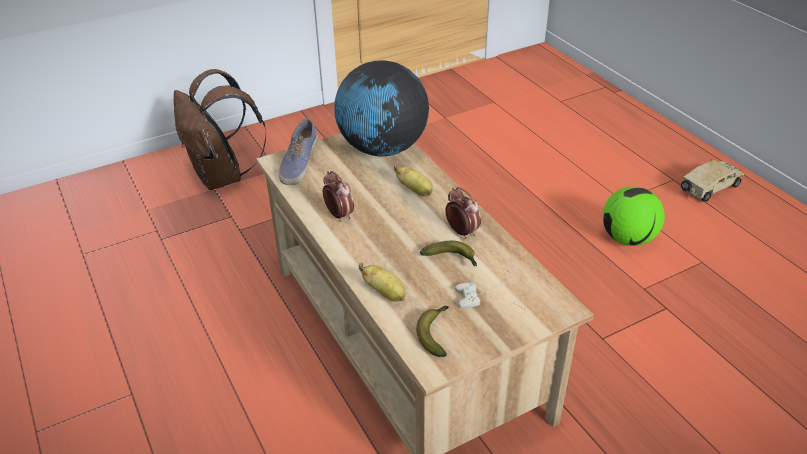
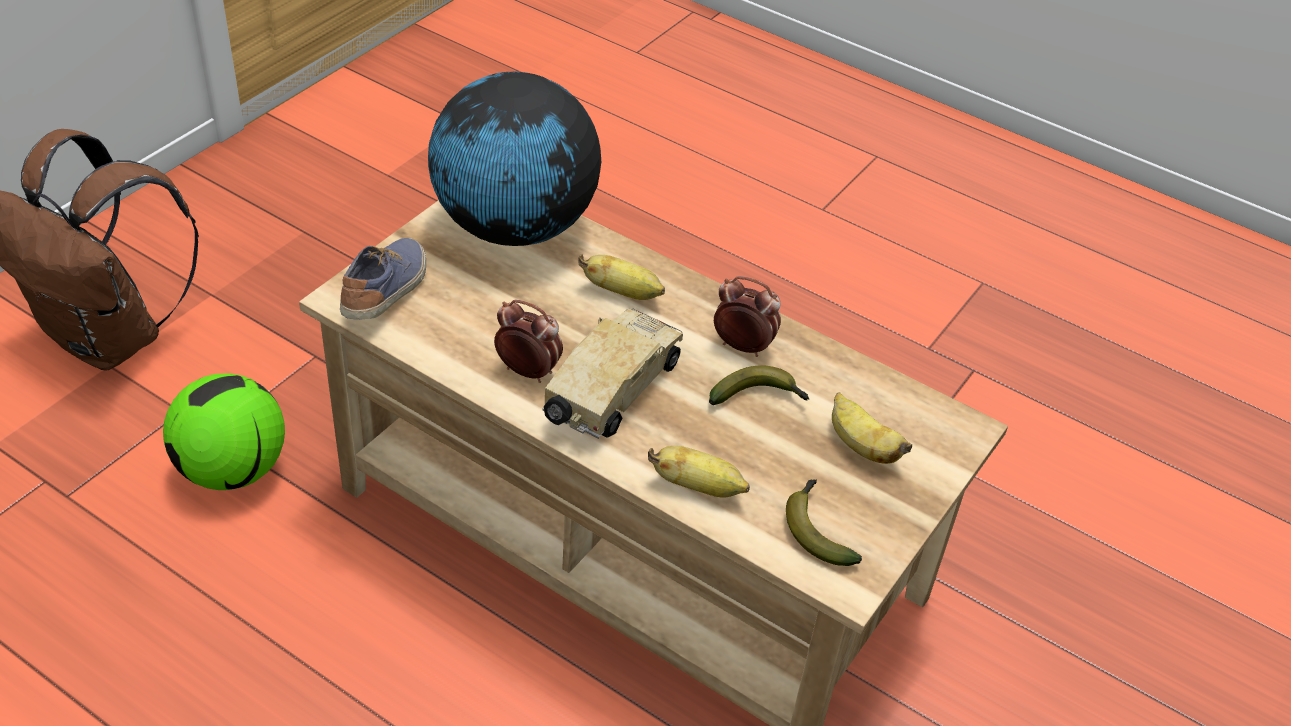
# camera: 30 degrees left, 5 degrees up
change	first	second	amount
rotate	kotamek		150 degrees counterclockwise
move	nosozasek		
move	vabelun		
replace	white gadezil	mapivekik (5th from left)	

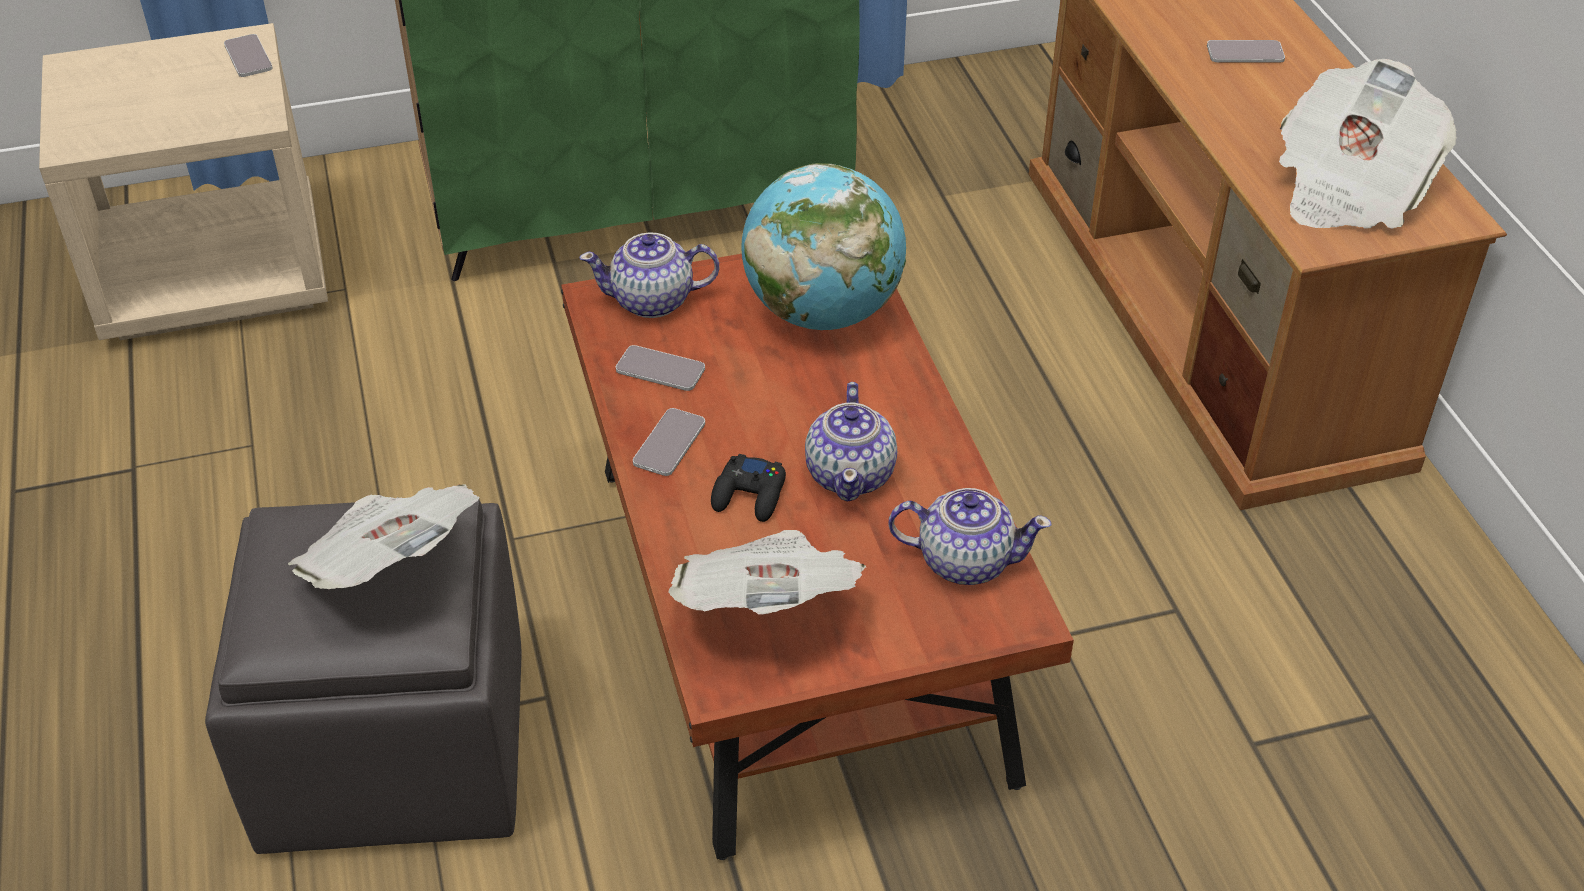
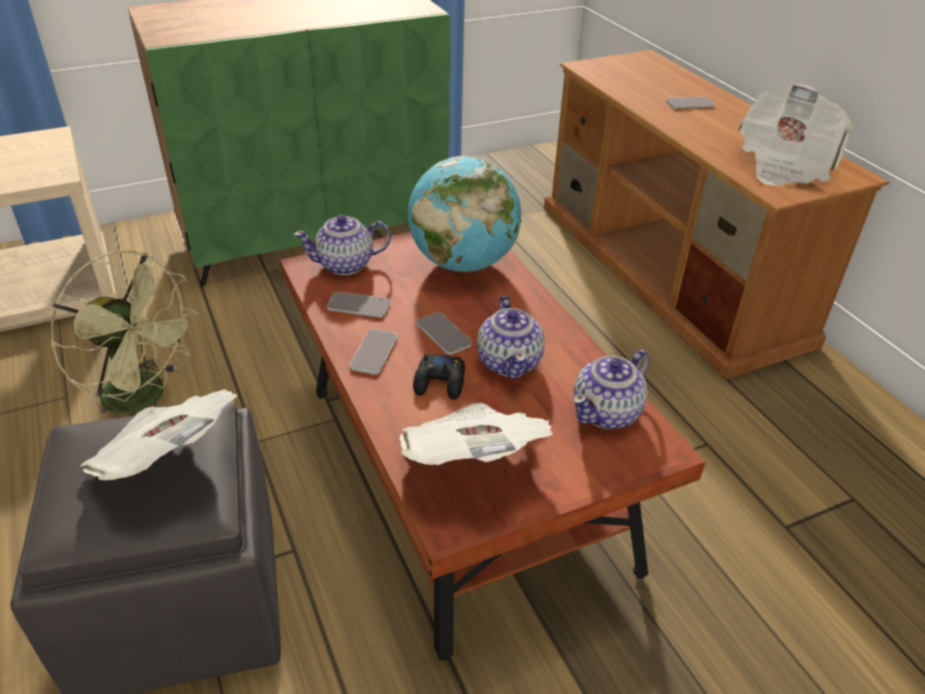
# camera: 10 degrees left, 5 degrees down
change	first	second	amount
move	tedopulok (1st from left in the first image)	tedopulok (3rd from left)	
rotate	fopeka (3rd from left)		135 degrees clockwise
insert		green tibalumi	

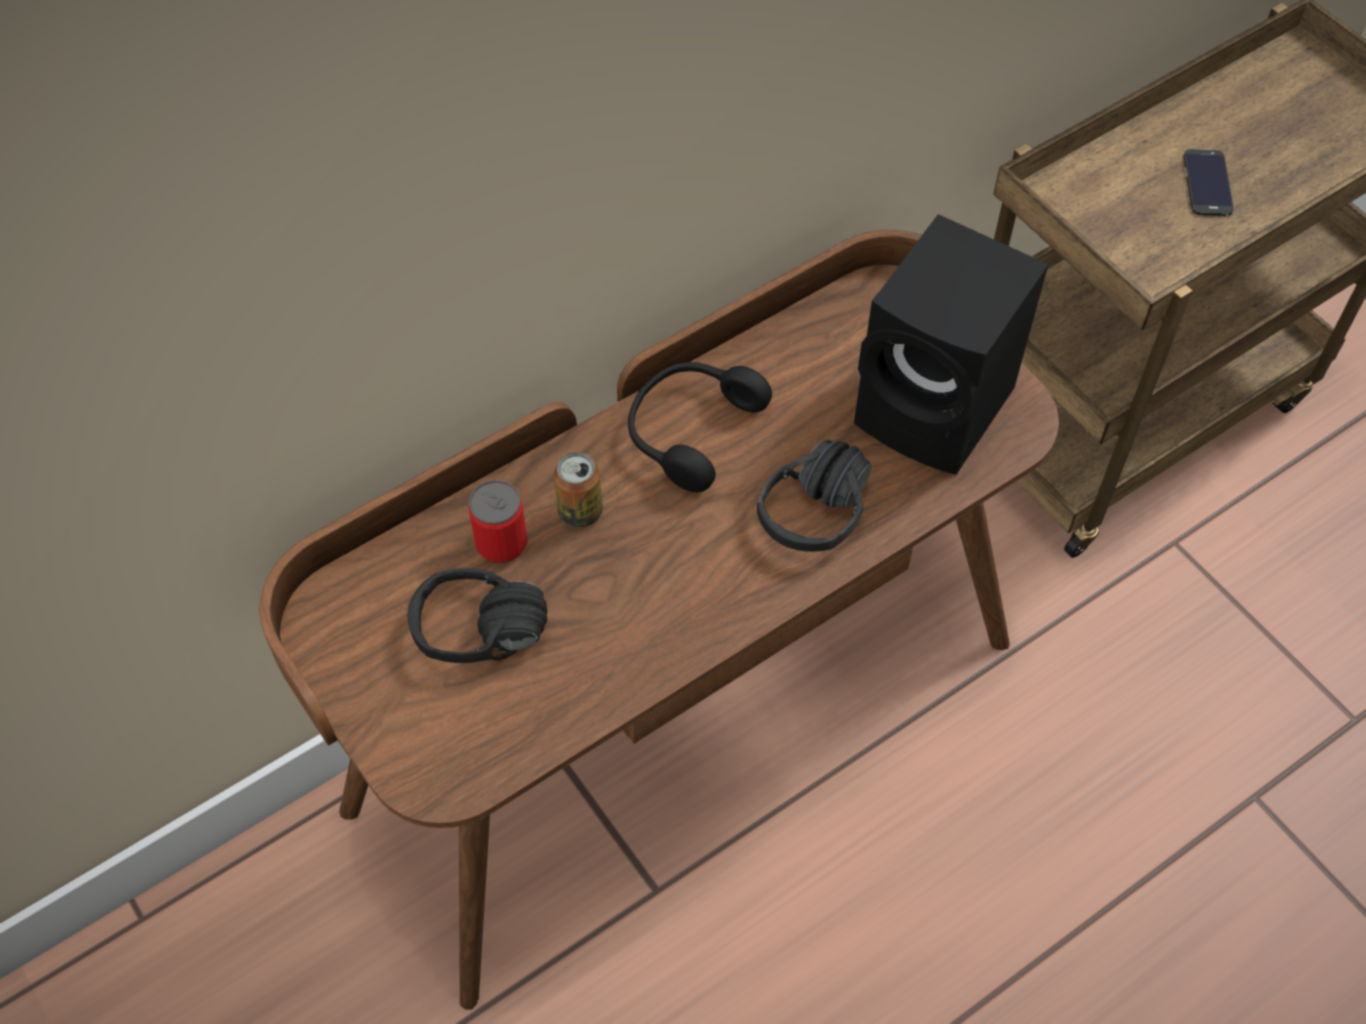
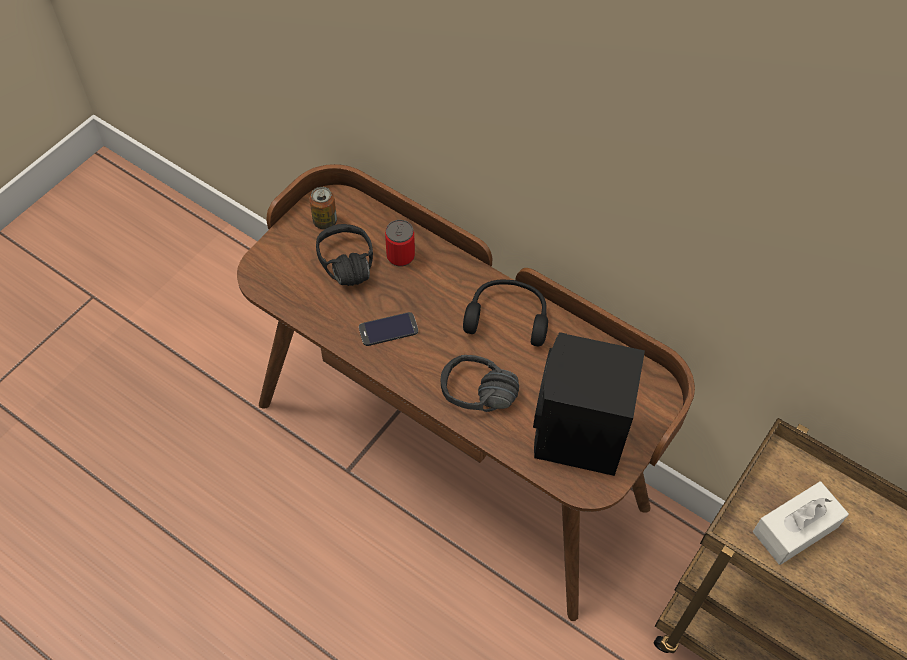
# camera: 70 degrees right, 0 degrees up
change	first	second	amount
move	tedopulok		
move	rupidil (2nd from left in the first image)	rupidil (1st from left)	
insert		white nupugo	

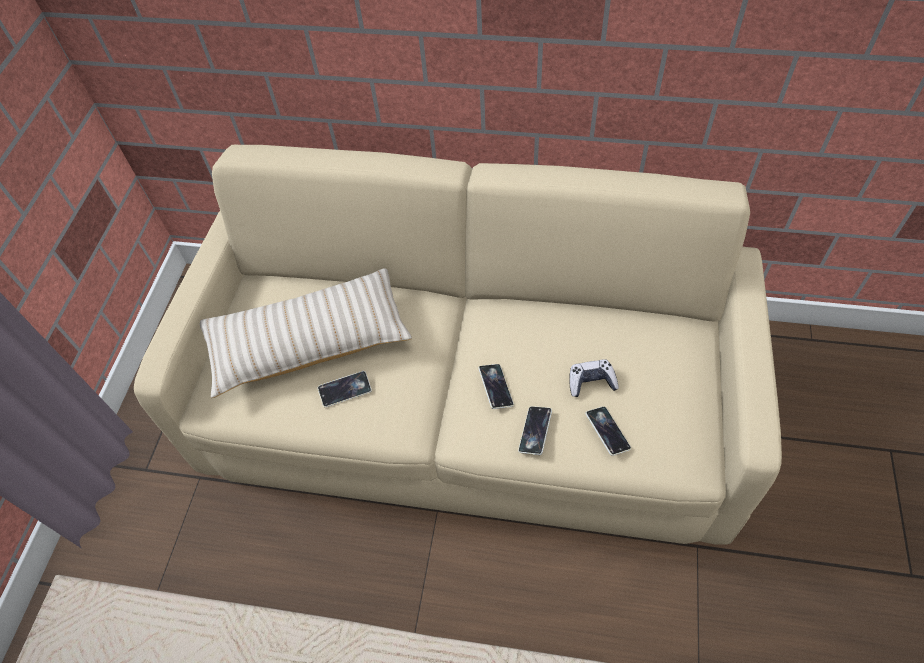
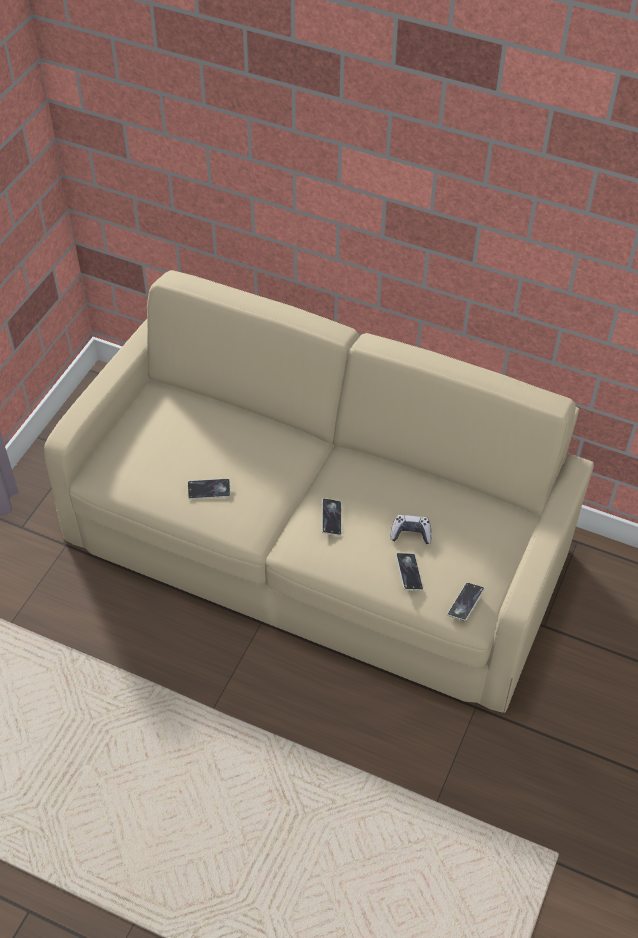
# camera: 10 degrees right, 5 degrees down
change	first	second	amount
delete	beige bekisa		
move	tedopulok (3rd from left in the first image)	tedopulok (4th from left)	

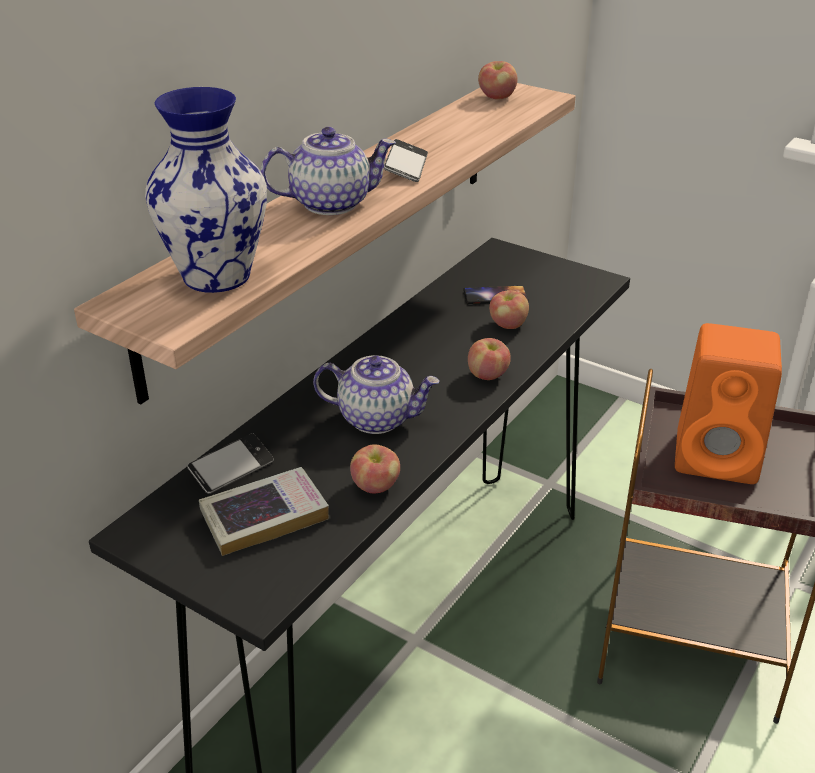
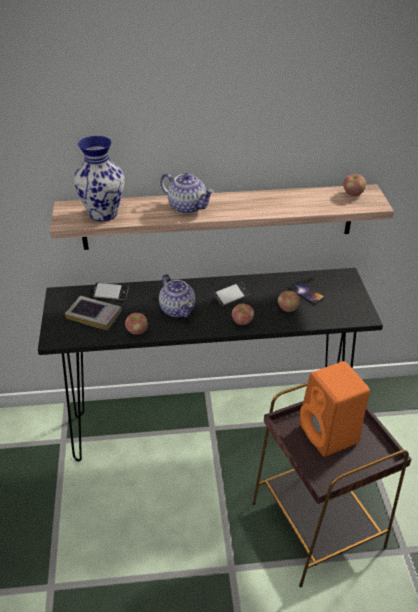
# camera: 50 degrees right, 5 degrees up
change	first	second	amount
move	tedopulok (2nd from left)		

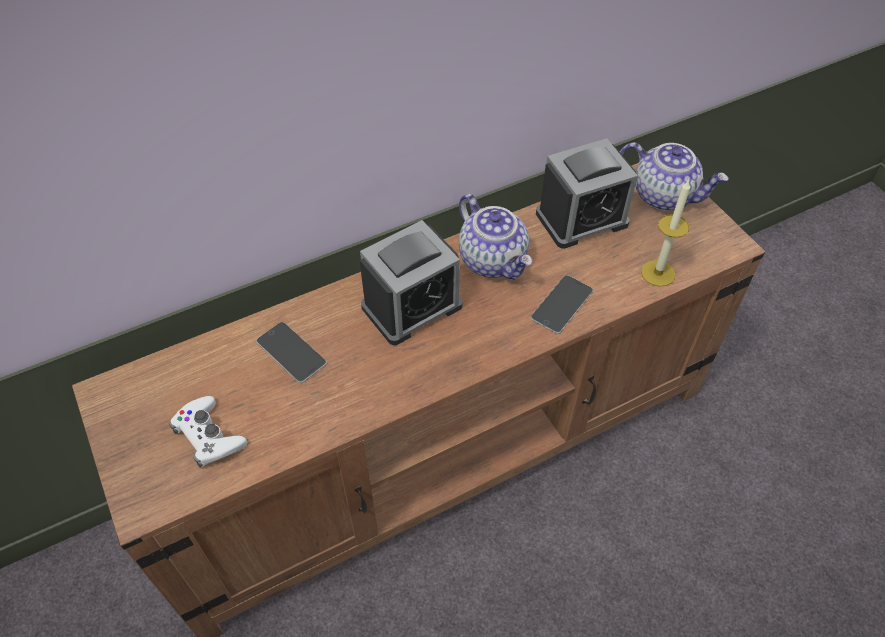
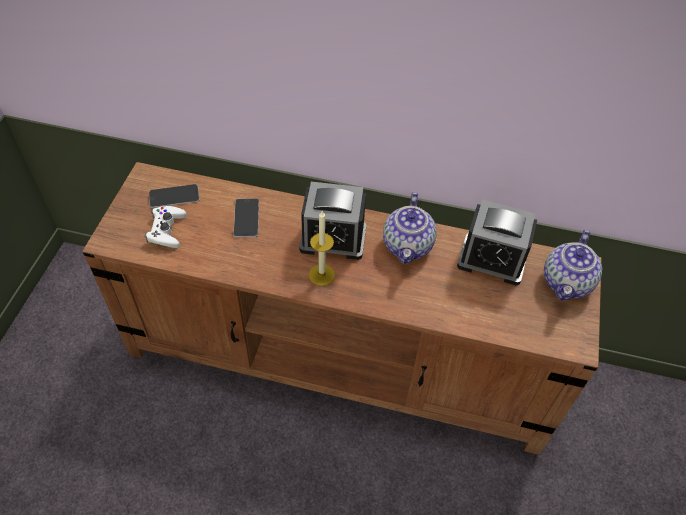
# camera: 40 degrees right, 0 degrees up
change	first	second	amount
rotate	fopeka (2nd from left)		45 degrees clockwise
move	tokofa		
move	tedopulok (2nd from left in the first image)	tedopulok (1st from left)	

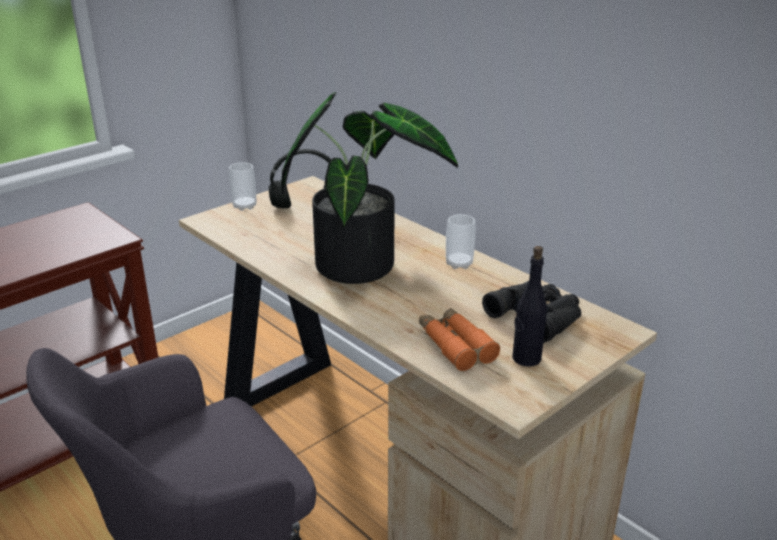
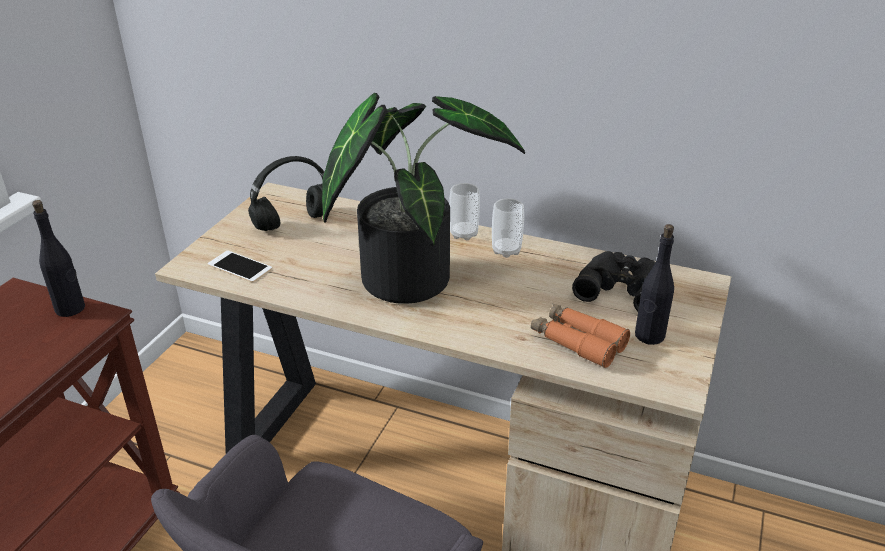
# camera: 25 degrees left, 5 degrees up
change	first	second	amount
move	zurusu (1st from left)		
insert		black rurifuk (1st from left)	
insert		tedopulok	

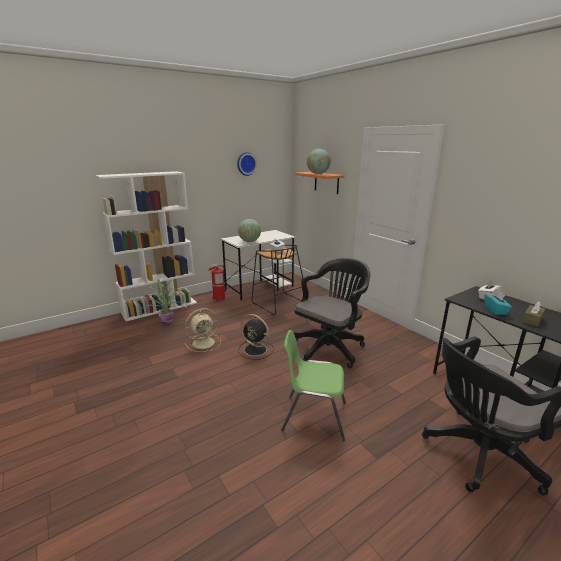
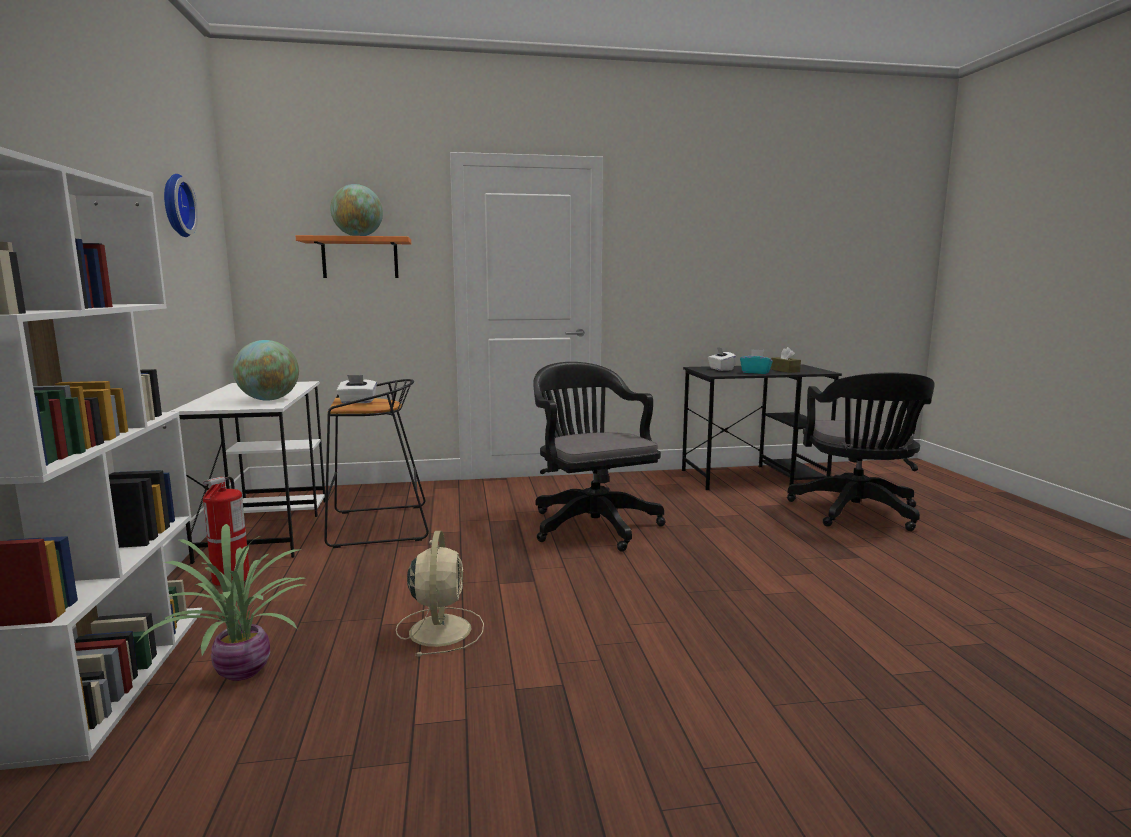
# camera: 65 degrees left, 10 degrees down
change	first	second	amount
delete	black tibalumi		
delete	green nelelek		

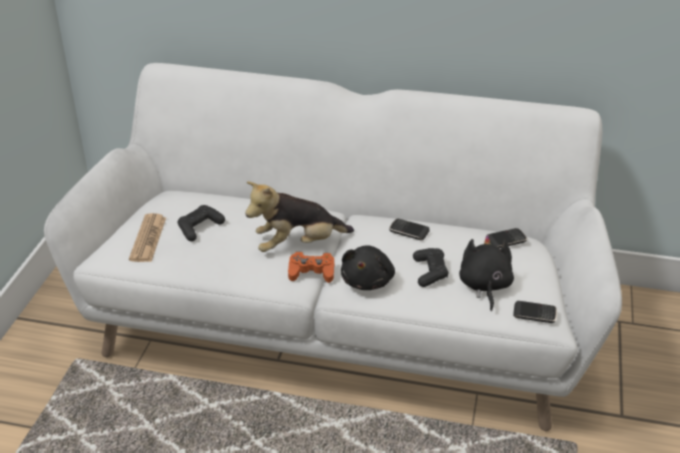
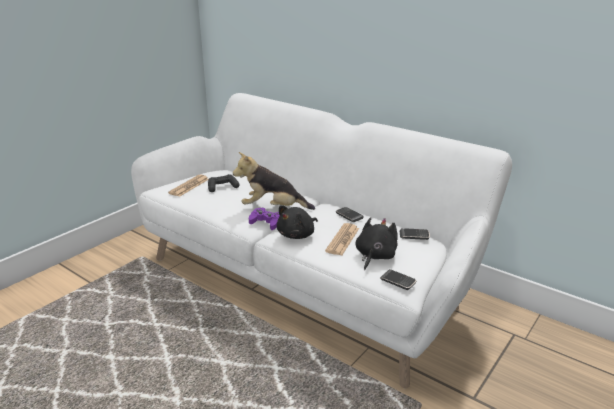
# camera: 25 degrees right, 10 degrees down
change	first	second	amount
replace	black gadezil (2nd from left)	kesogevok (2nd from left)	
recolor	orange gadezil	purple gadezil	

